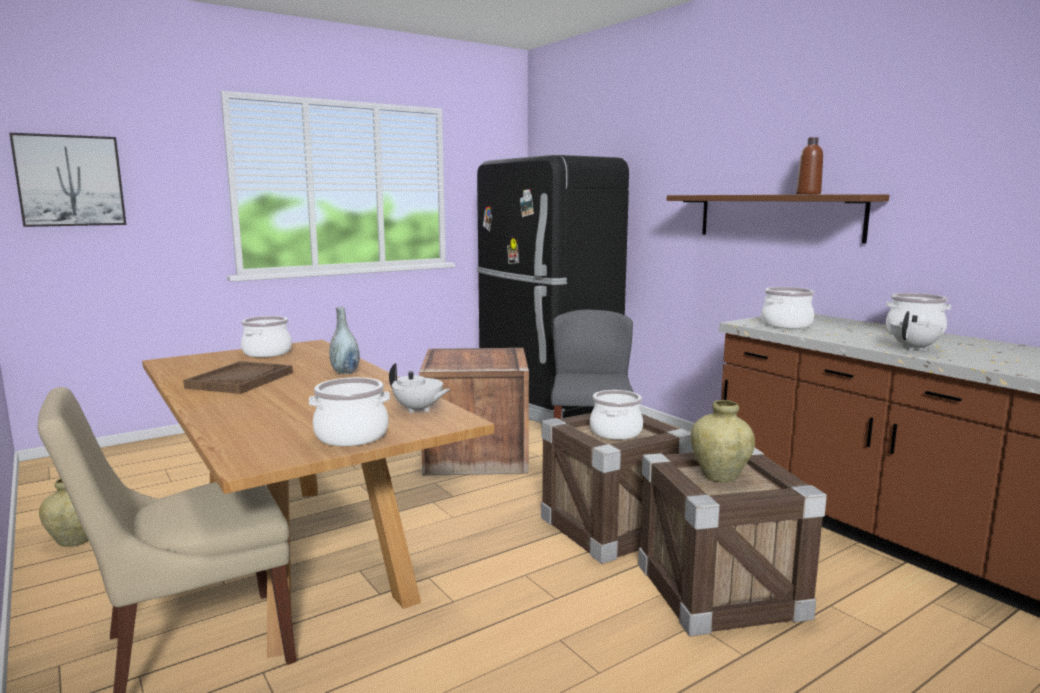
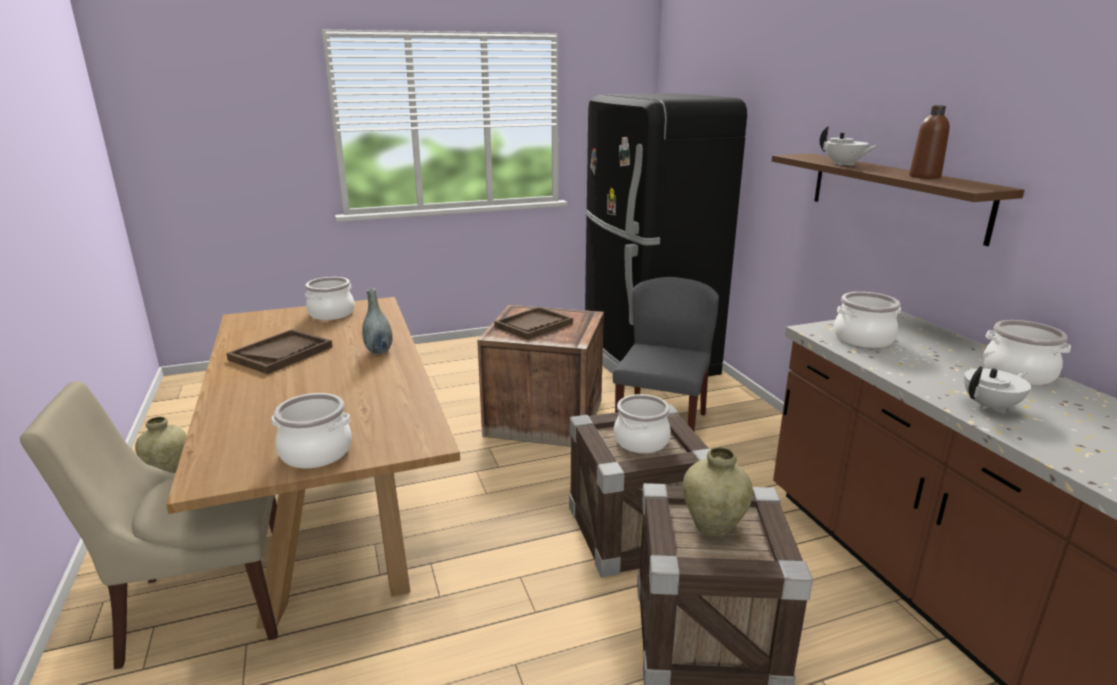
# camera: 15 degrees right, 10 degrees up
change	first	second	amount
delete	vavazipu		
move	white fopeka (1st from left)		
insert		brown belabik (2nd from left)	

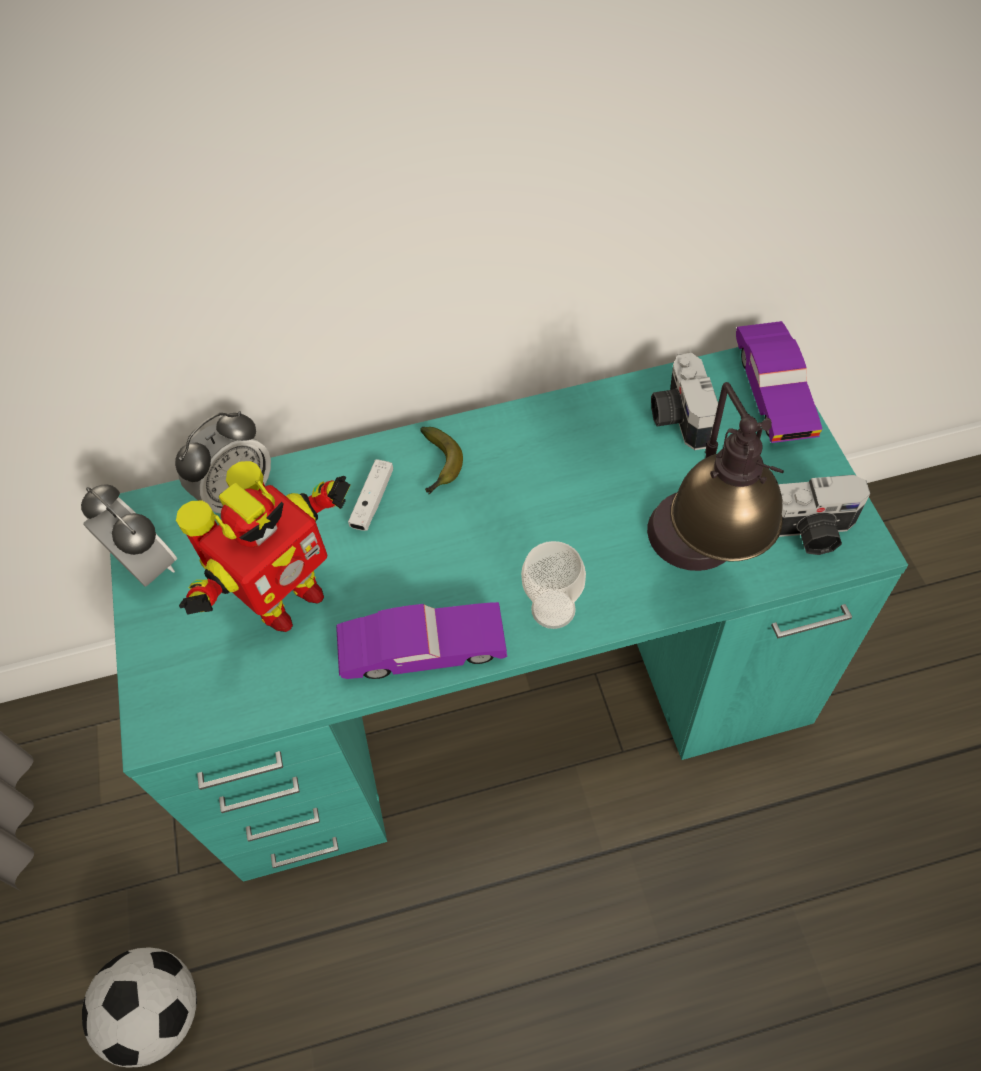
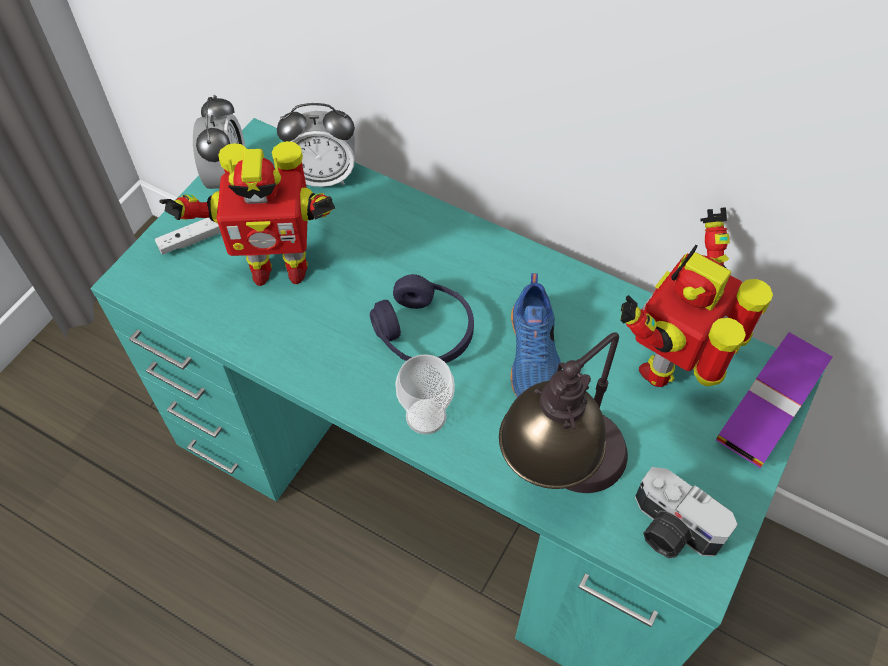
# camera: 40 degrees right, 0 degrees up
change	first	second	amount
replace	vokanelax (1st from left)	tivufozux (2nd from left)	
delete	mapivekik		
move	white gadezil		
delete	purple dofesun (1st from left)		
delete	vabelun		
insert		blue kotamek	
insert		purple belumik	

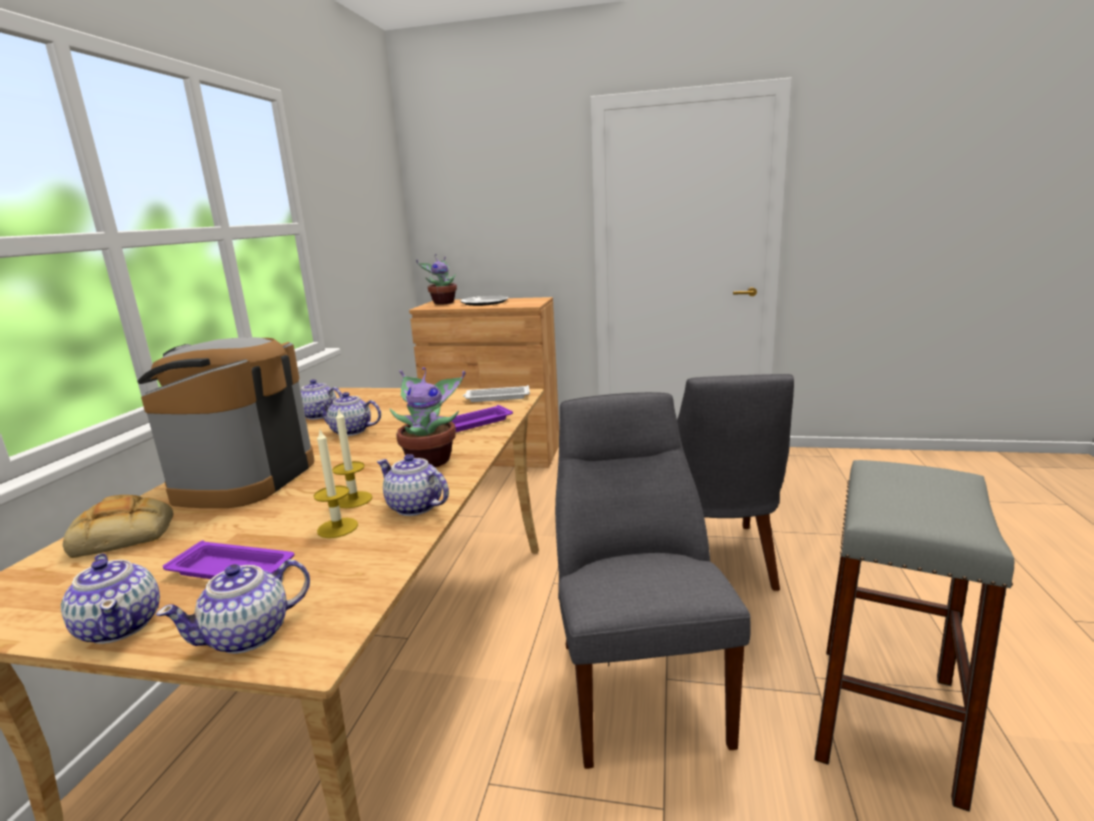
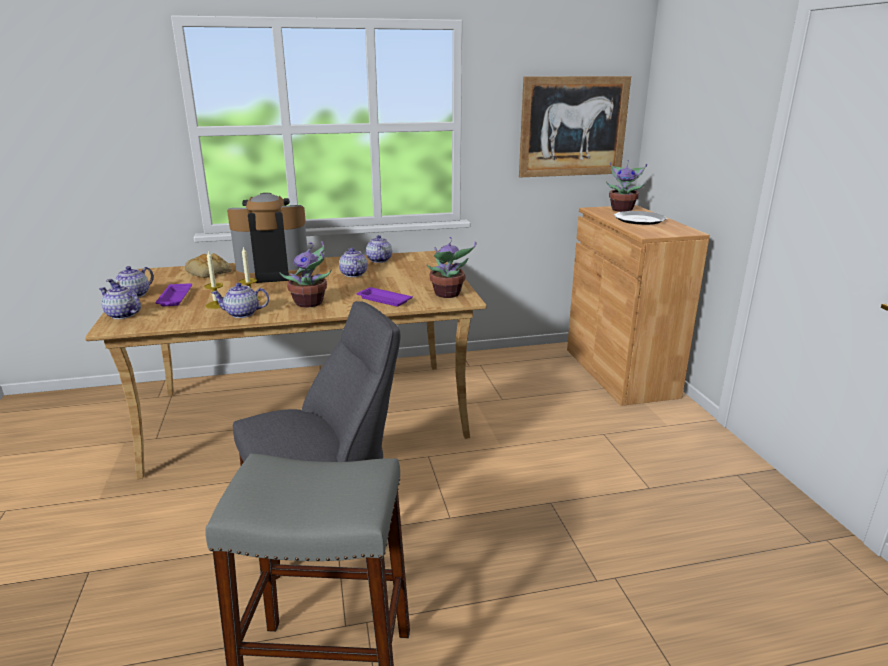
# camera: 65 degrees right, 5 degrees up
change	first	second	amount
delete	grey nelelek (2nd from left)		
replace	white belabik	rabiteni (2nd from left)	
rotate	fopeka (5th from left in the first image)	fopeka (3rd from left)	105 degrees counterclockwise
insert		vavazipu	

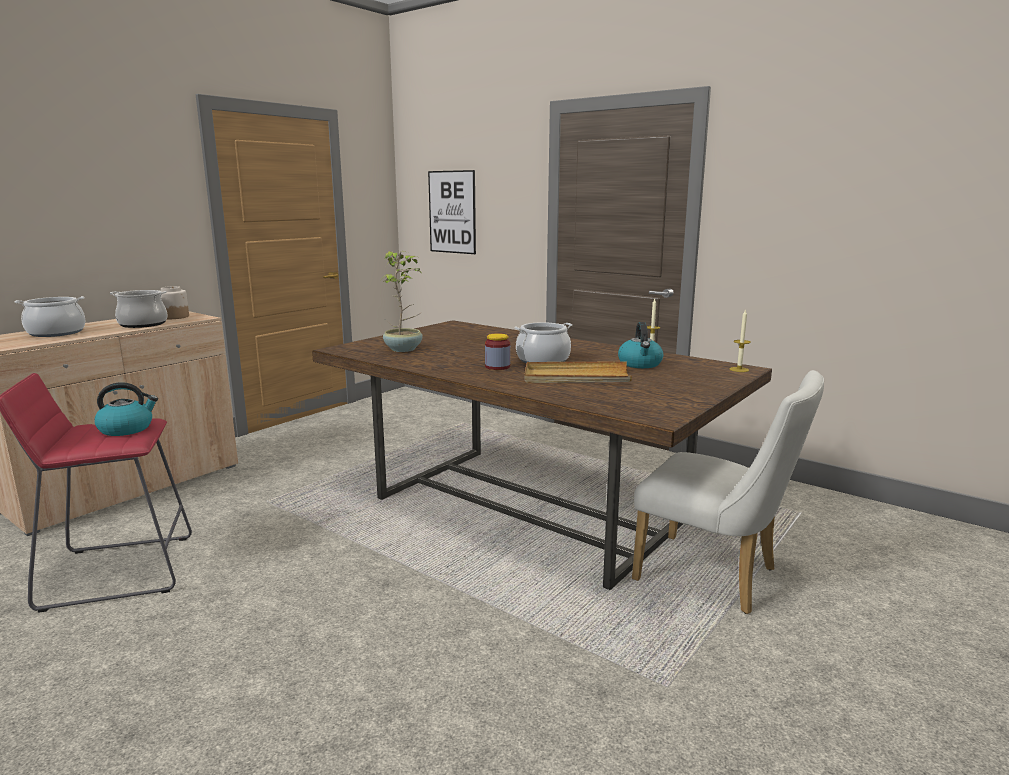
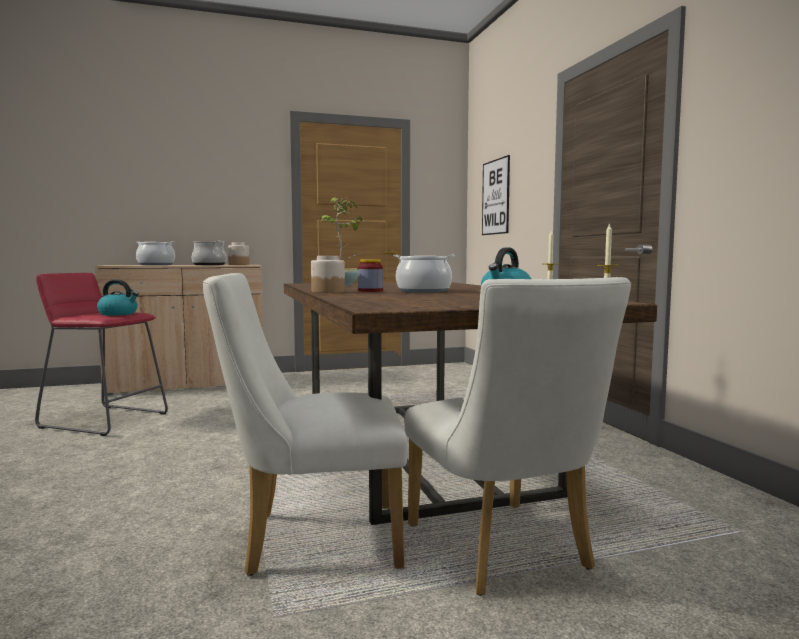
# camera: 35 degrees right, 10 degrees down
change	first	second	amount
delete	beige belabik		
insert		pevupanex (2nd from left)	
insert		white nelelek (1st from left)	

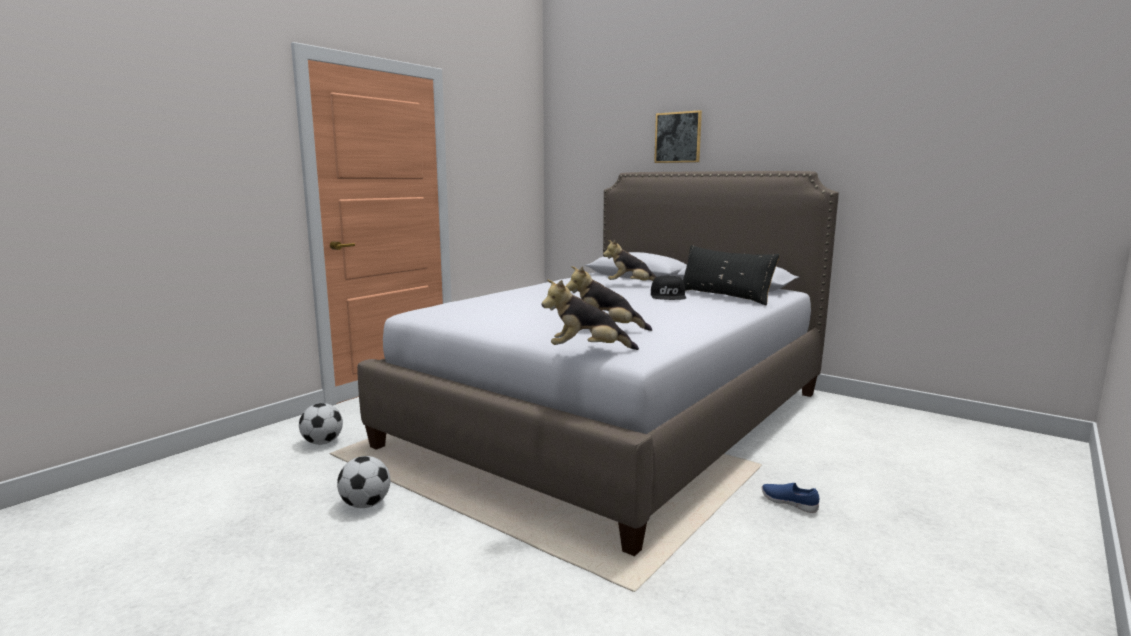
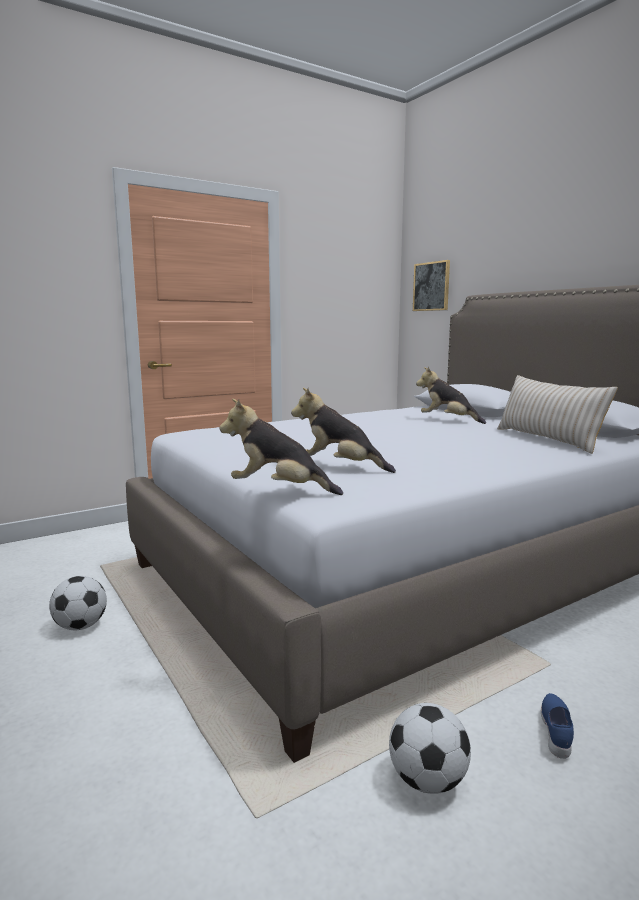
# camera: 20 degrees right, 0 degrees up
change	first	second	amount
move	vavazipu		
recolor	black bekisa	beige bekisa	
delete	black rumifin		
move	vabelun (1st from left in the first image)	vabelun (2nd from left)	
rotate	blue kotamek		45 degrees clockwise

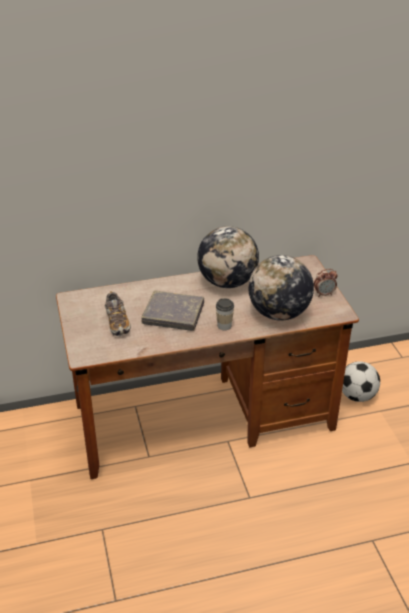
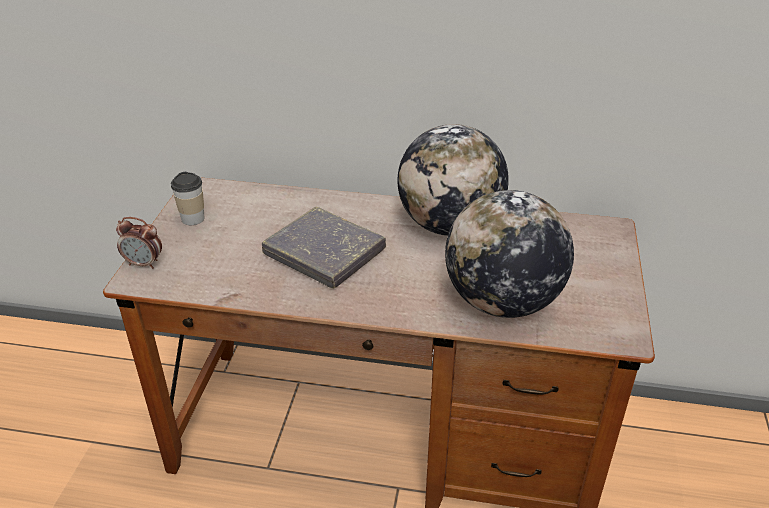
# camera: 25 degrees right, 0 degrees up
change	first	second	amount
move	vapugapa		
delete	kotamek		
move	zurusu		
delete	vabelun		

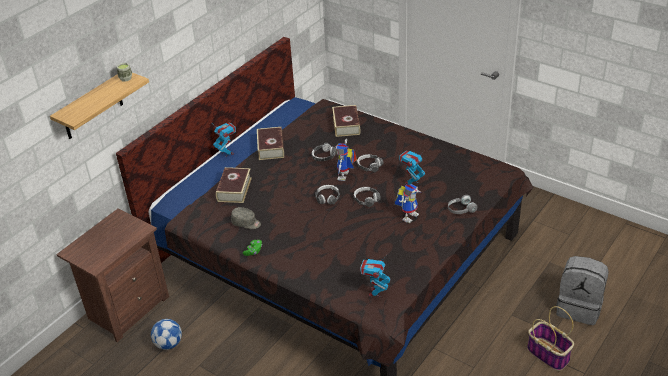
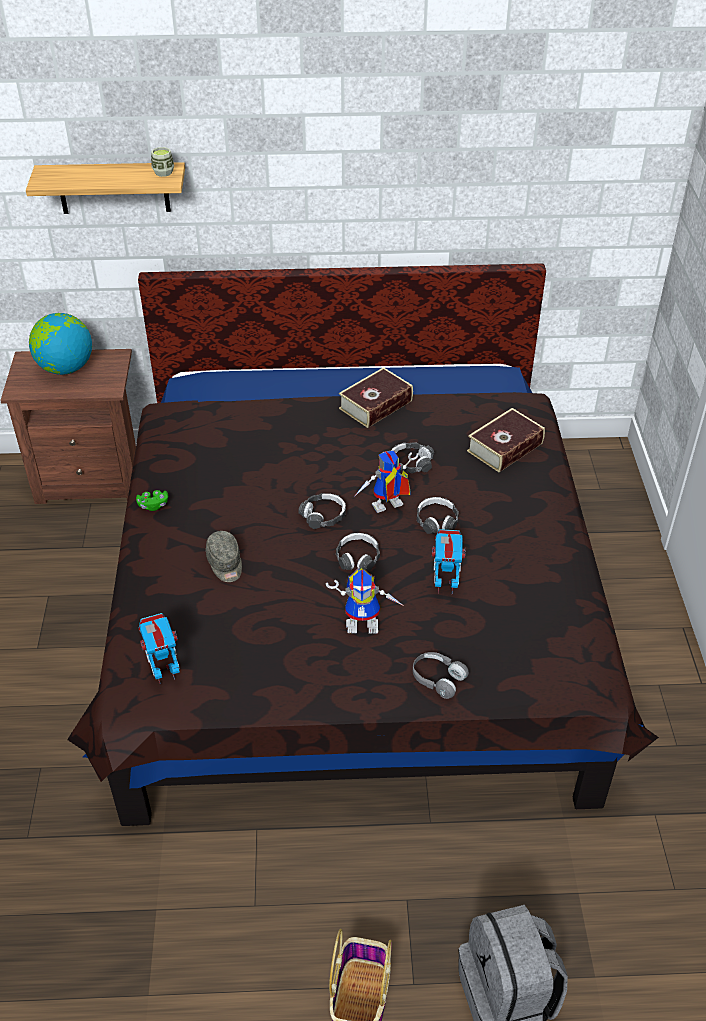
# camera: 50 degrees right, 5 degrees up
change	first	second	amount
delete	tivufozux (1st from left)		
delete	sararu (1st from left)		
move	grey rumifin		
delete	vabelun		
insert		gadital	

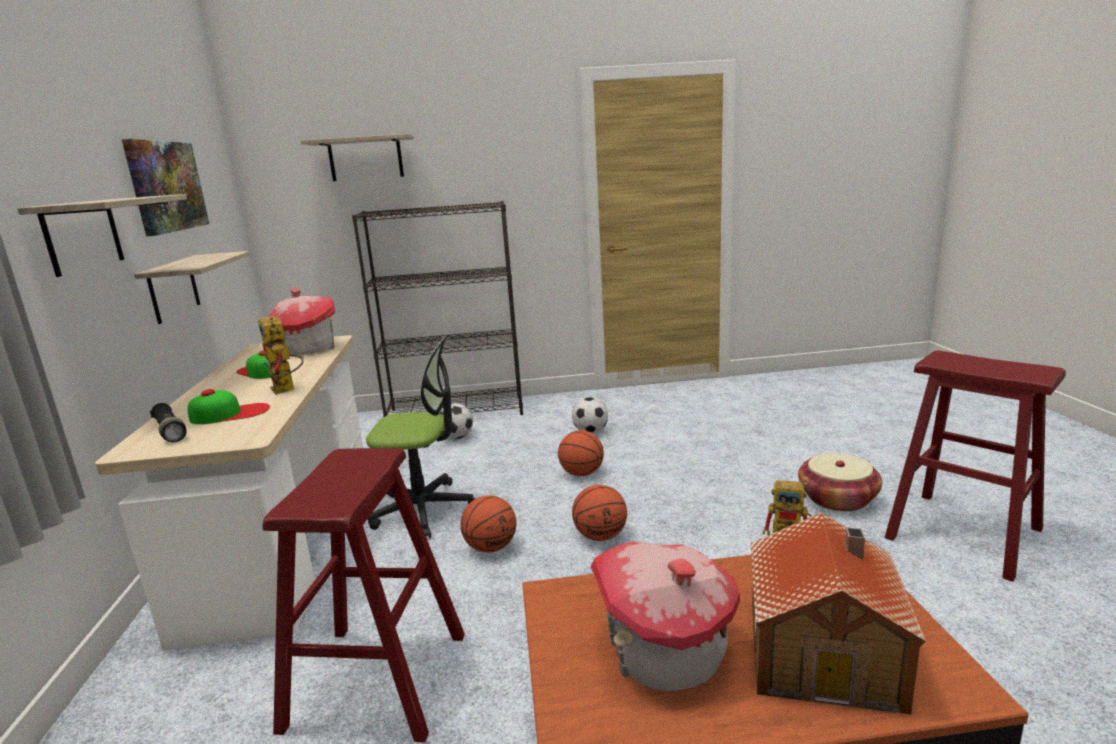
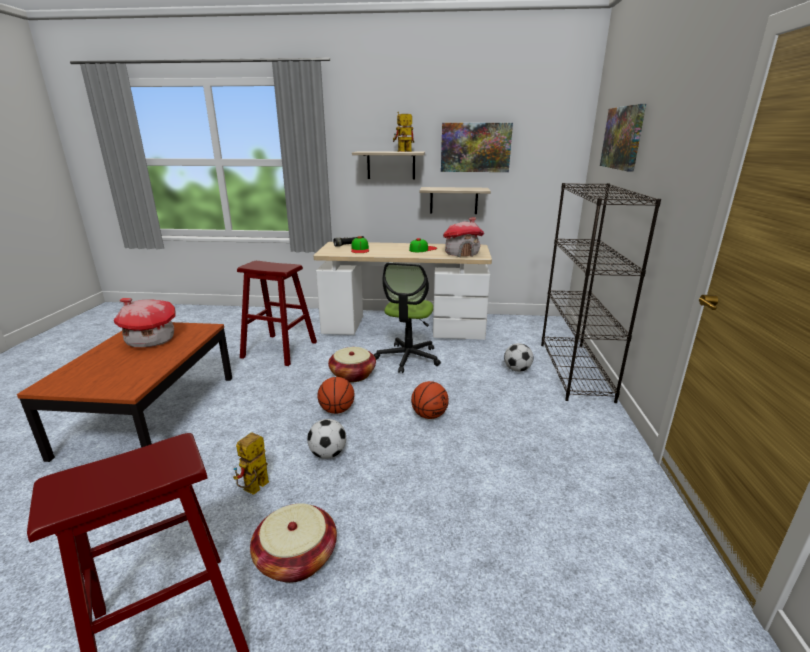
# camera: 100 degrees right, 5 degrees up
change	first	second	amount
replace	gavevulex (3rd from left)	vavazipu (2nd from left)	
move	tivufozux (1st from left in the first image)	tivufozux (2nd from left)	
move	vabelun (2nd from left in the first image)	vabelun (1st from left)	
replace	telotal (1st from left)	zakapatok (2nd from left)	
delete	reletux (3rd from left)		

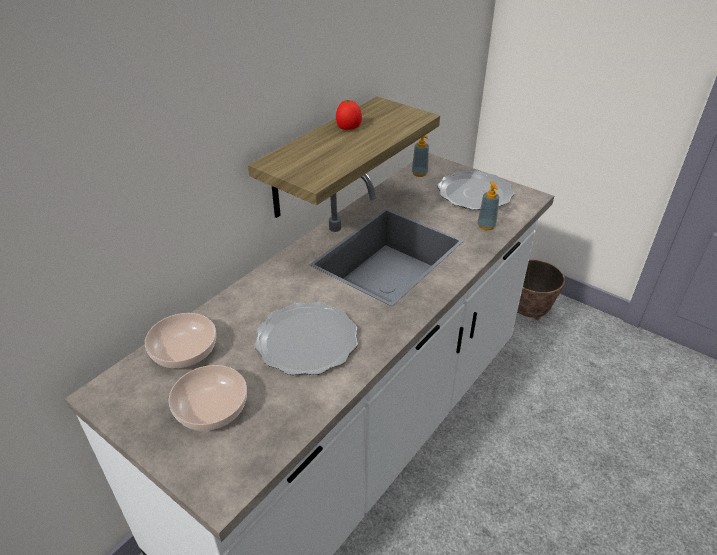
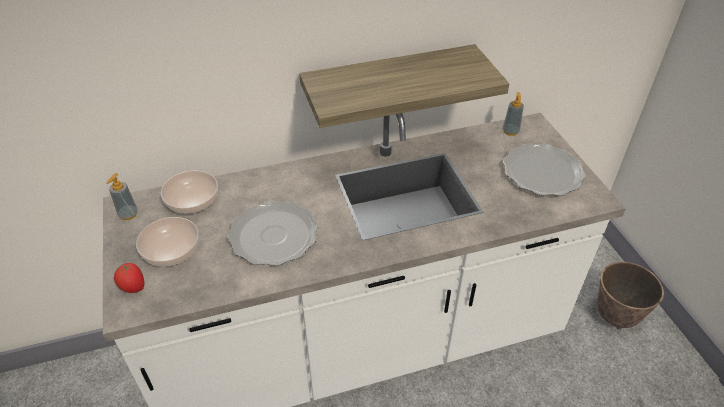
# camera: 35 degrees right, 5 degrees up
change	first	second	amount
move	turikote		
move	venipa (2nd from left in the first image)	venipa (1st from left)	

